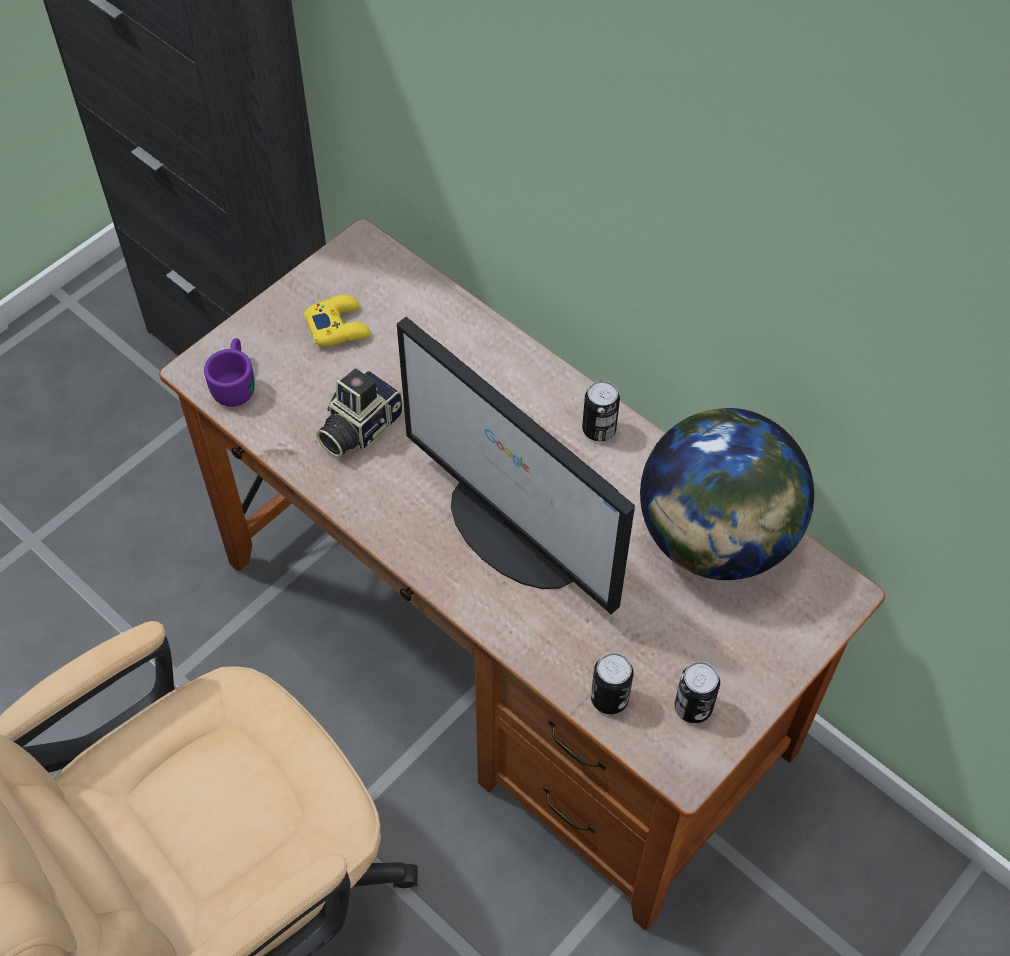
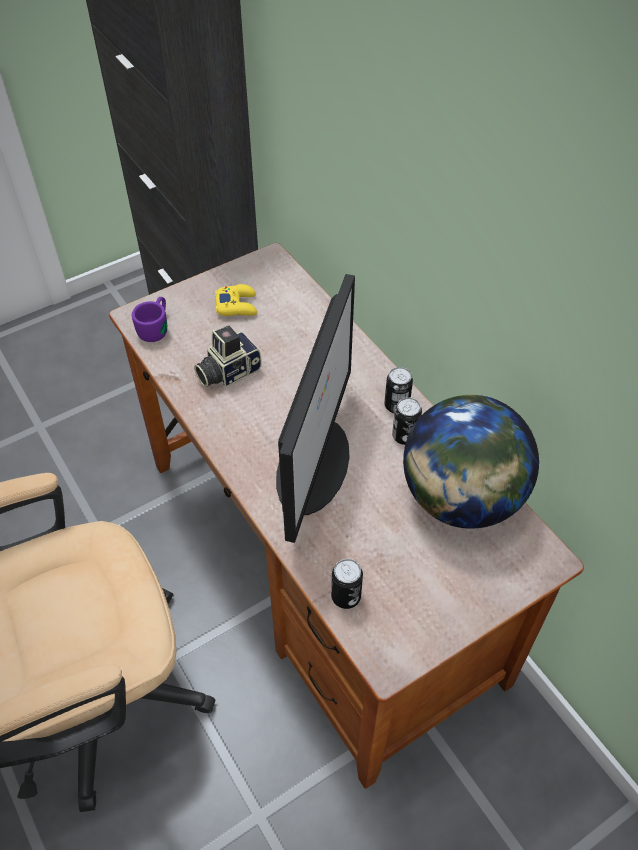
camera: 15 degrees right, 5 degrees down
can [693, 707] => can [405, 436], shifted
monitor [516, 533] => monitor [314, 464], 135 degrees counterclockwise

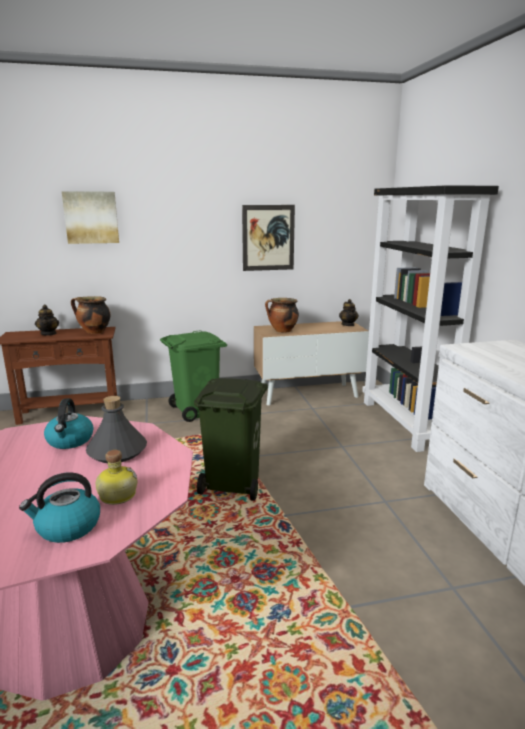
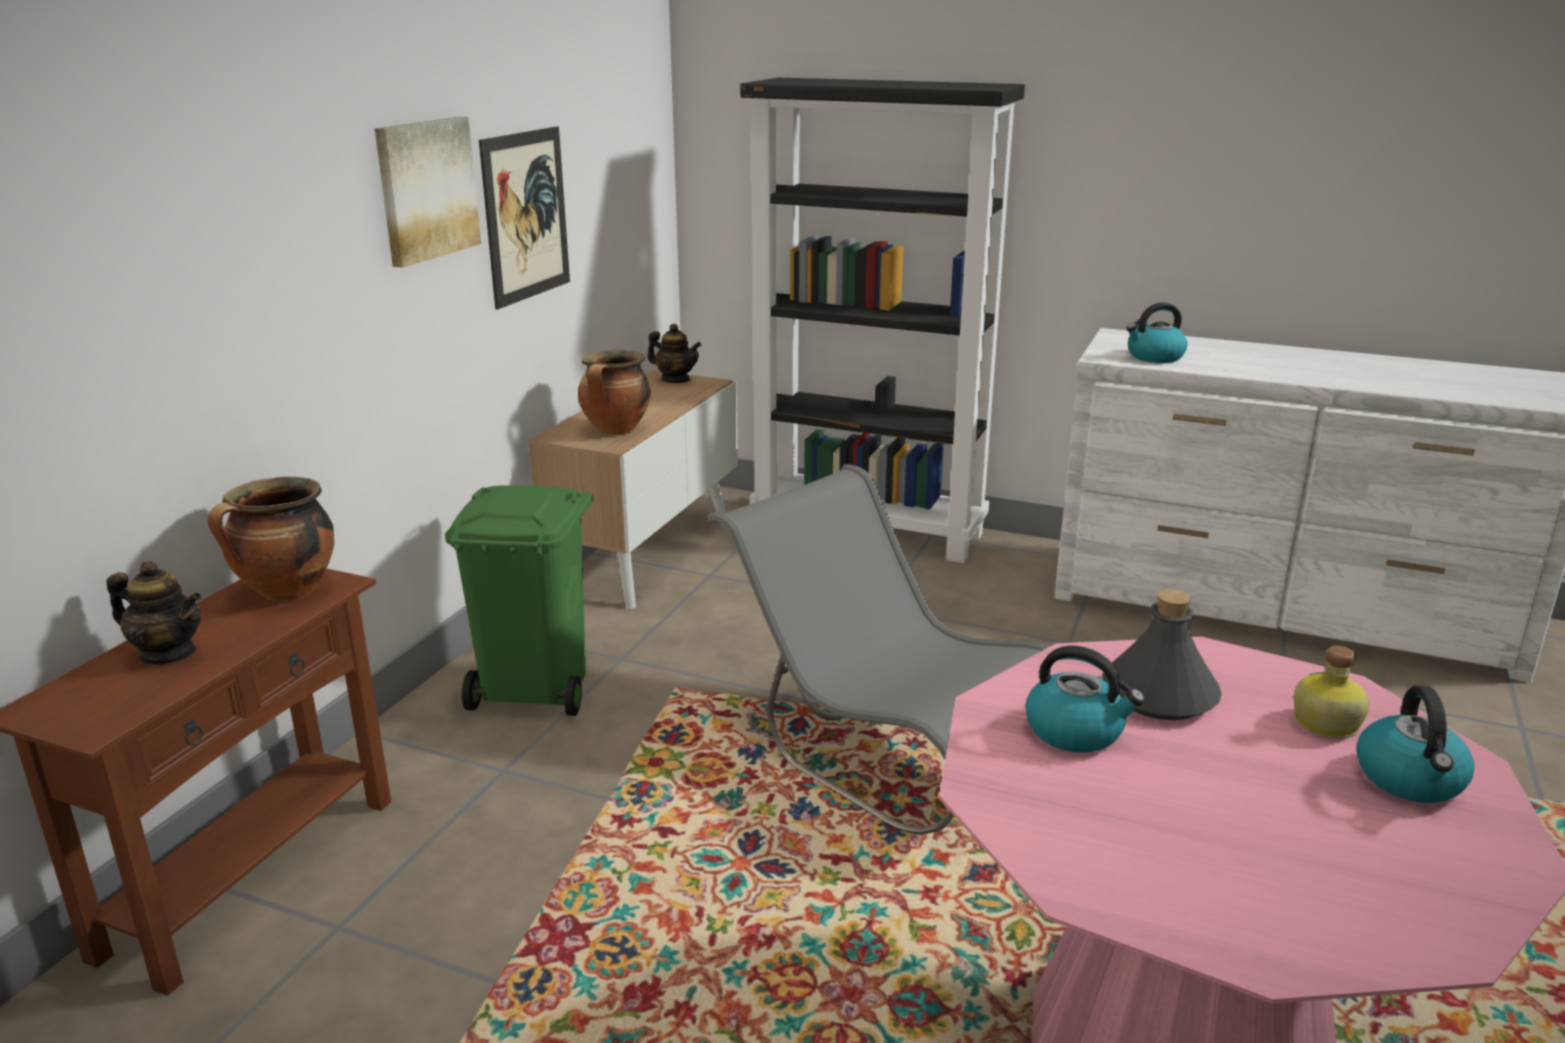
camera: 55 degrees left, 5 degrees up
nothing => kettle [1154, 357]
picture [91, 217] => picture [426, 189], shifted
trash can/green [234, 484] => chair/grey [891, 747]

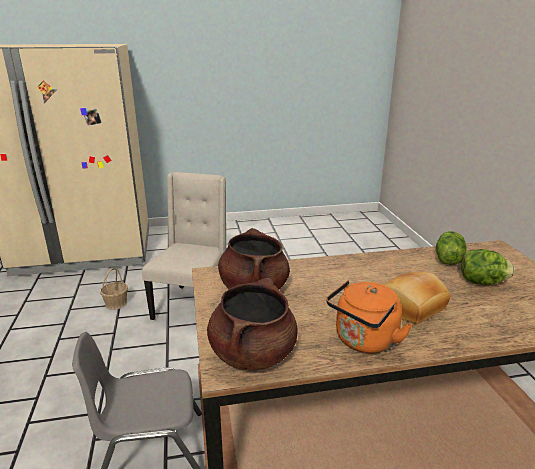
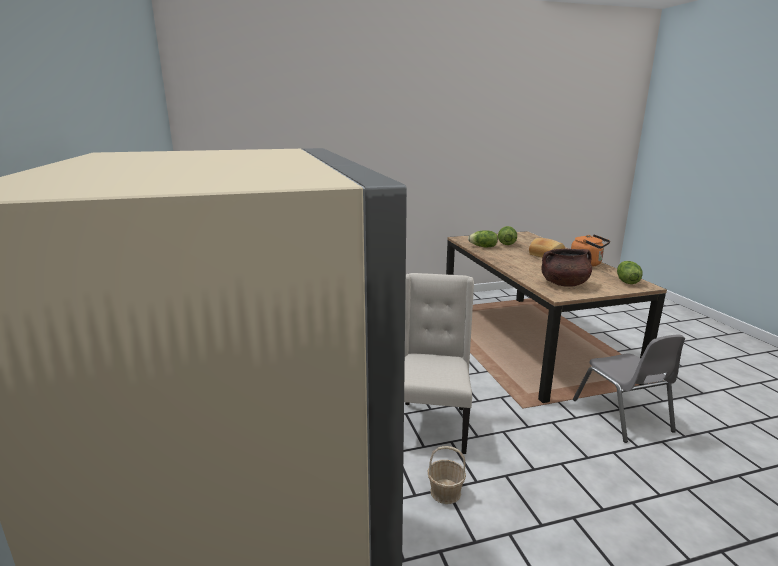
camera: 95 degrees left, 5 degrees down
cooking pot/brown [253, 353] => lettuce [626, 281]
chair/beige [193, 305] => chair/beige [431, 425], 90 degrees clockwise

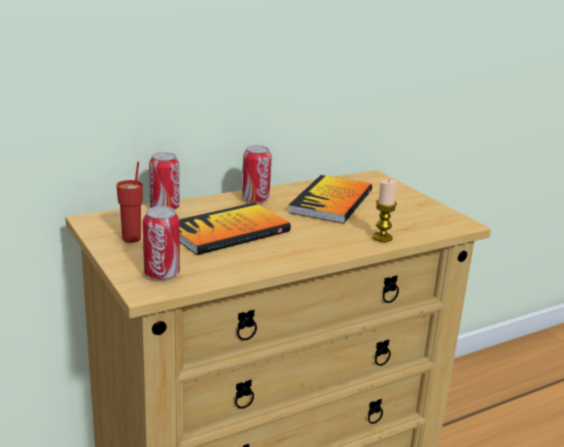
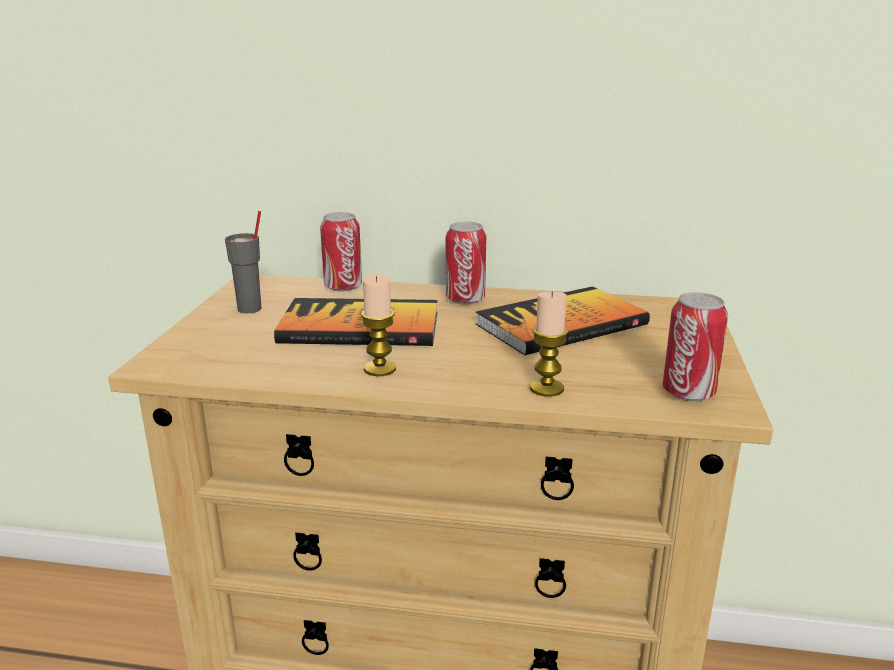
camera: 40 degrees right, 0 degrees up
nothing => candle [379, 369]
can [162, 274] => can [688, 393], shifted
cup/red [132, 238] => cup/grey [250, 309]

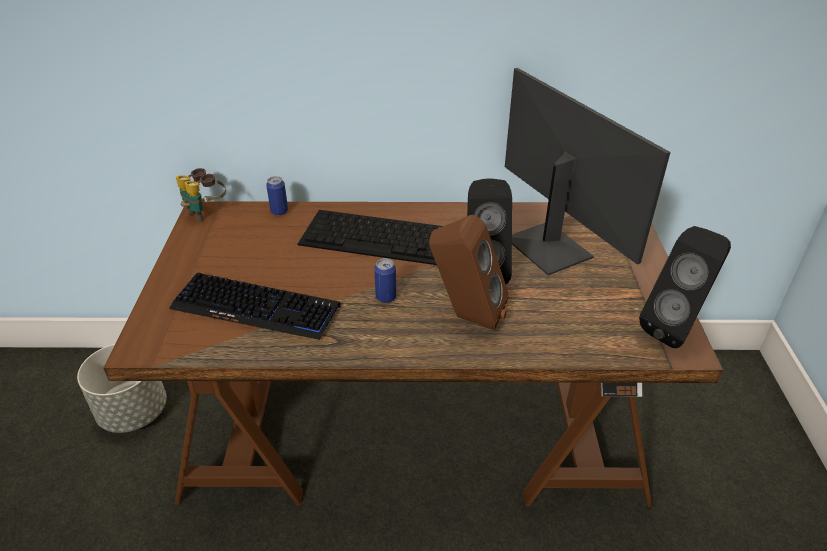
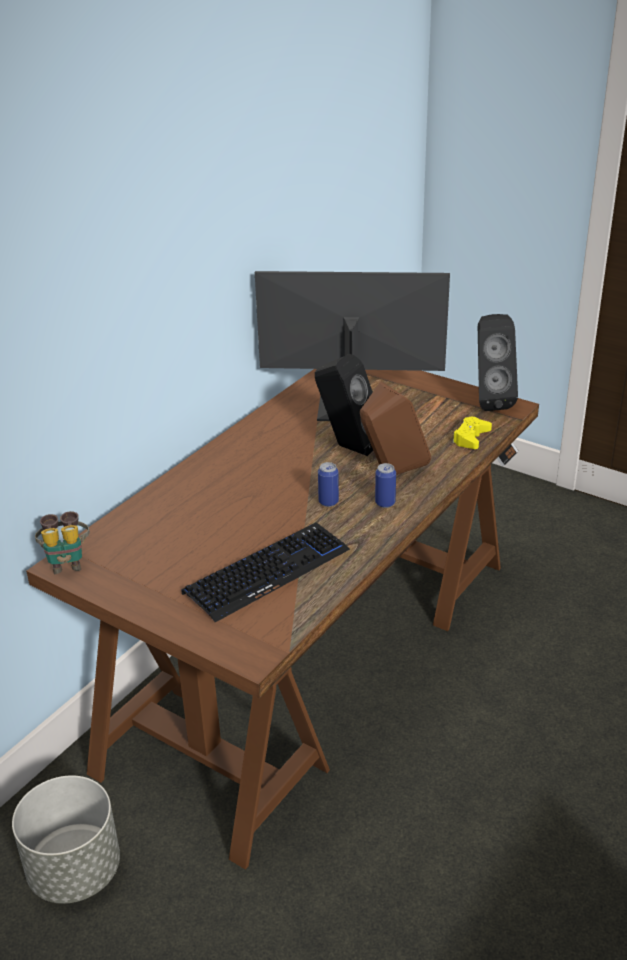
camera: 55 degrees left, 5 degrees down
keyboard [382, 237] => nothing
nothing => game controller/yellow [471, 438]
can [279, 211] => can [385, 503], shifted

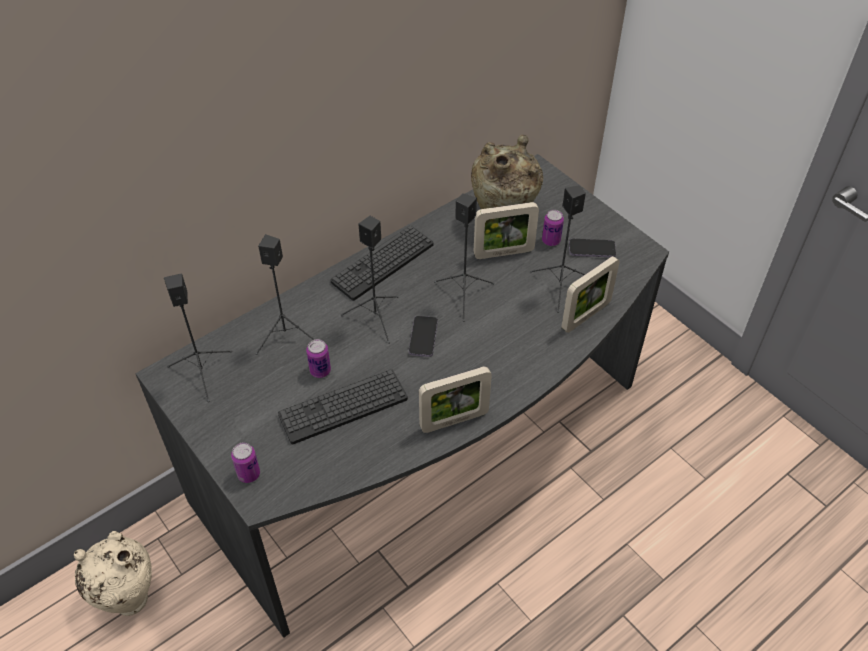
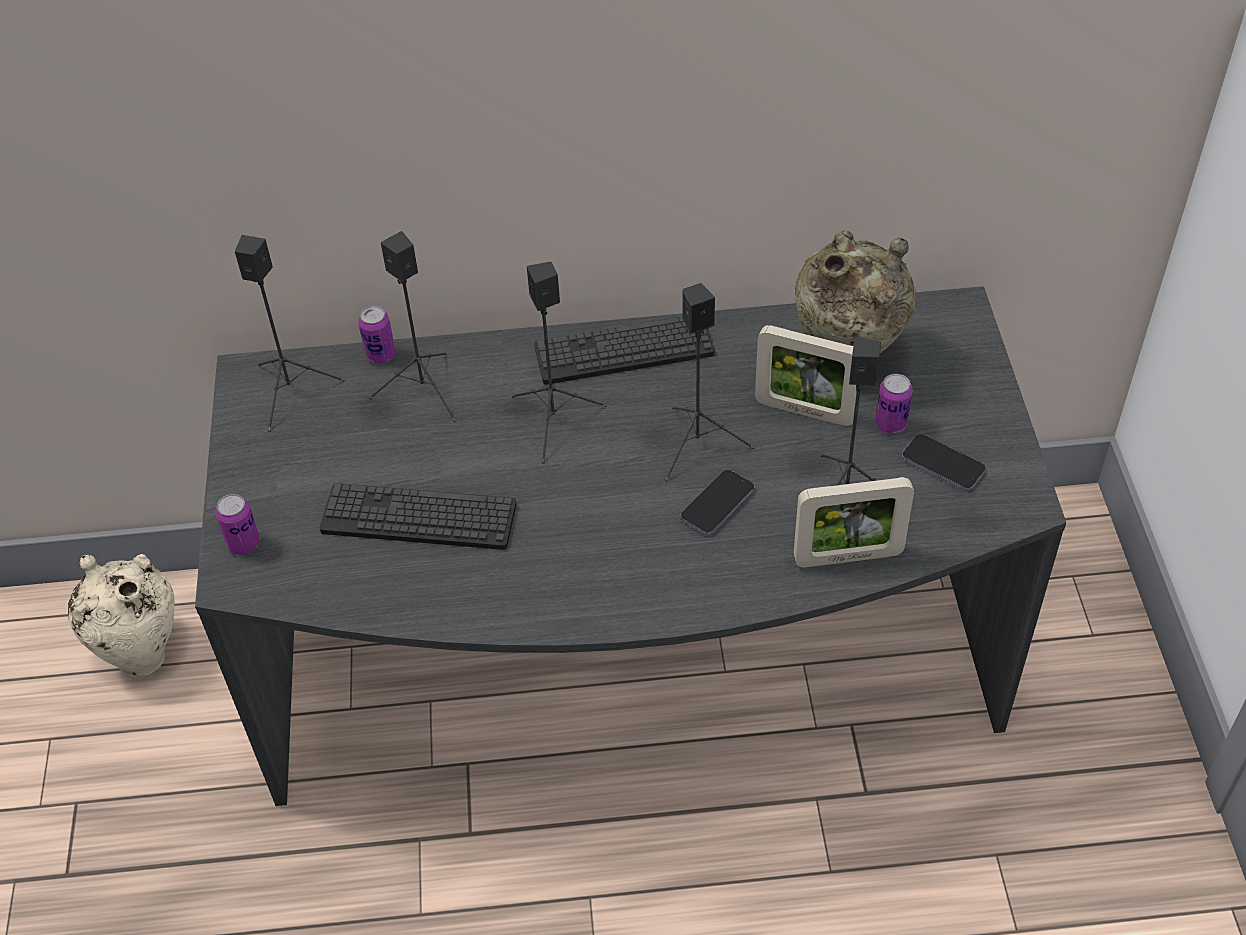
camera: 35 degrees right, 0 degrees up
picture frame [454, 421] => nothing
can [320, 371] => can [380, 355], shifted
phone [423, 337] => phone [717, 504], shifted

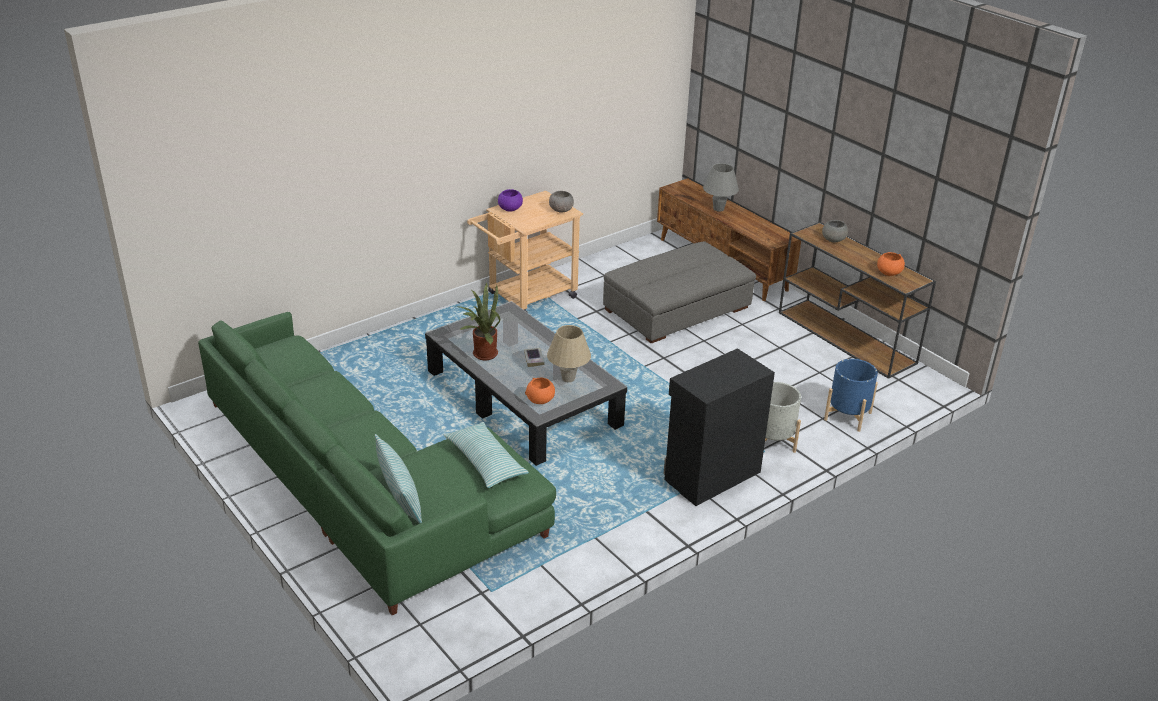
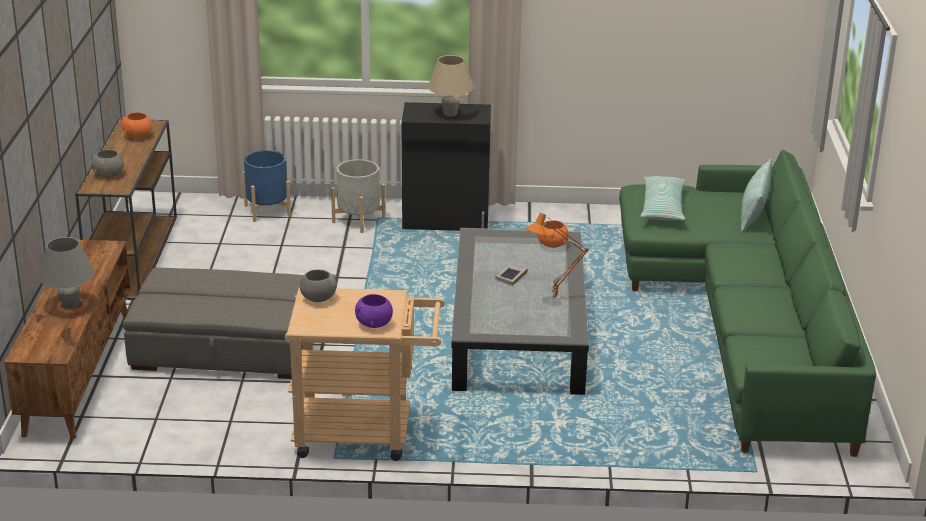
camera: 140 degrees left, 5 degrees down
table lamp/beige [568, 378] => table lamp/beige [450, 113], shifted
potted plant [482, 354] => table lamp/orange [555, 300]

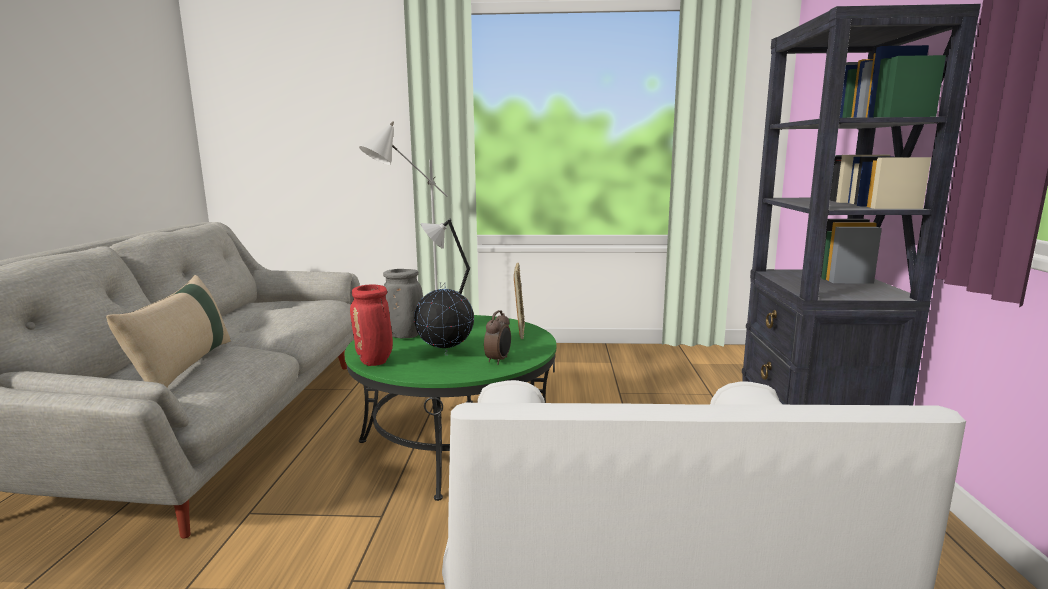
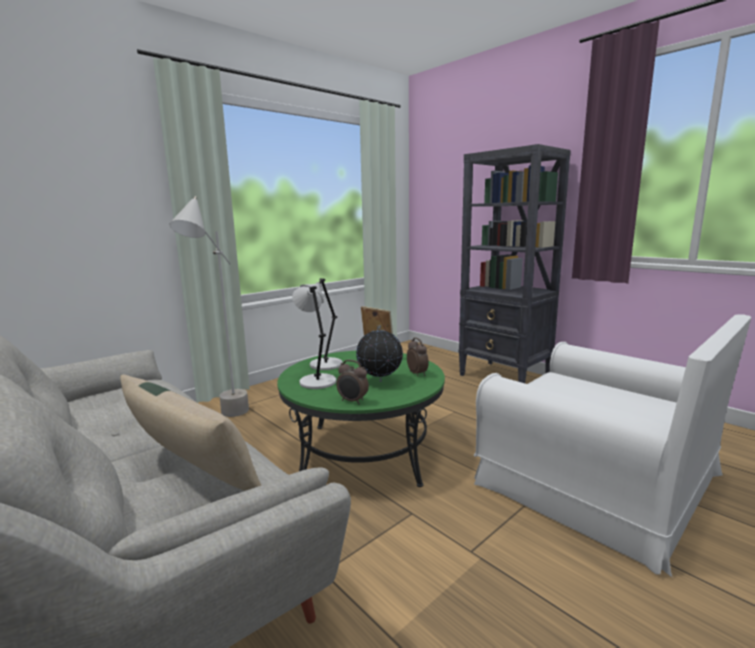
camera: 45 degrees left, 0 degrees up
vase/red [375, 362] => alarm clock [352, 401]
vase/grey [403, 336] => table lamp/grey [316, 381]

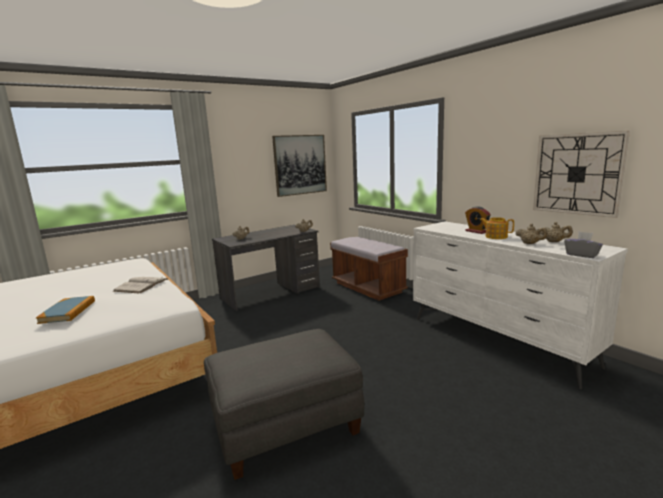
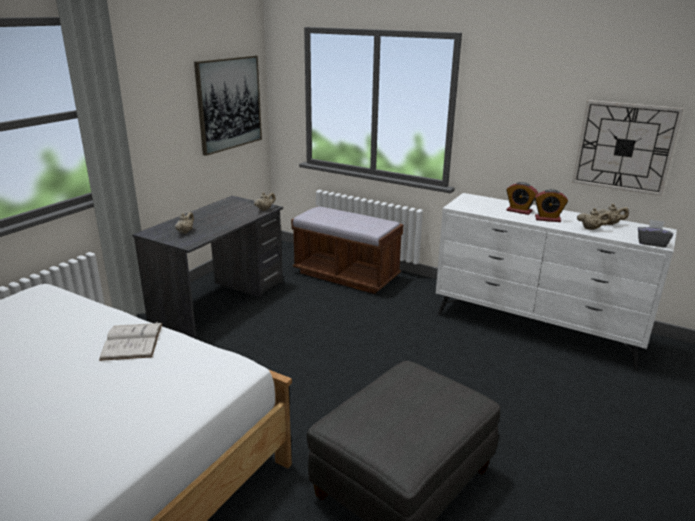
camera: 25 degrees left, 10 degrees up
book [68, 311] => nothing
teapot [495, 236] => alarm clock [547, 219]

